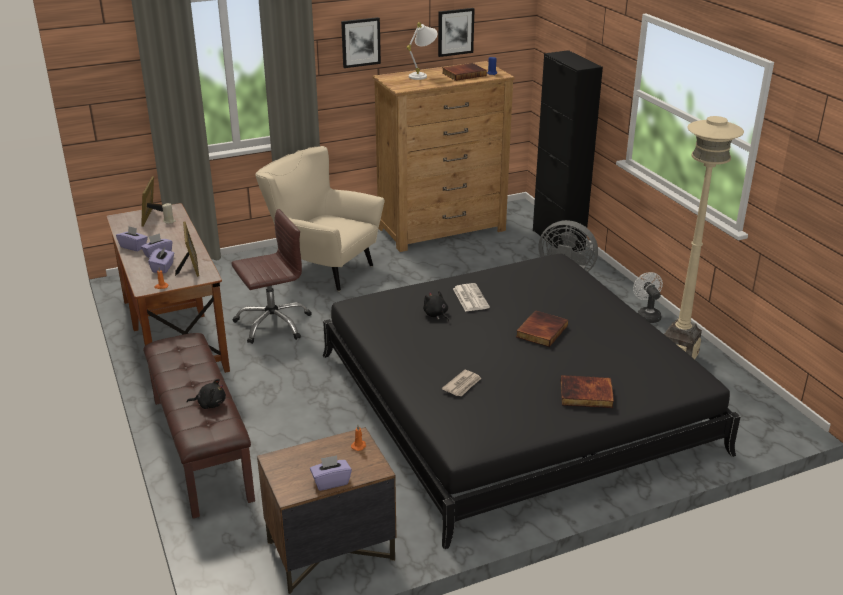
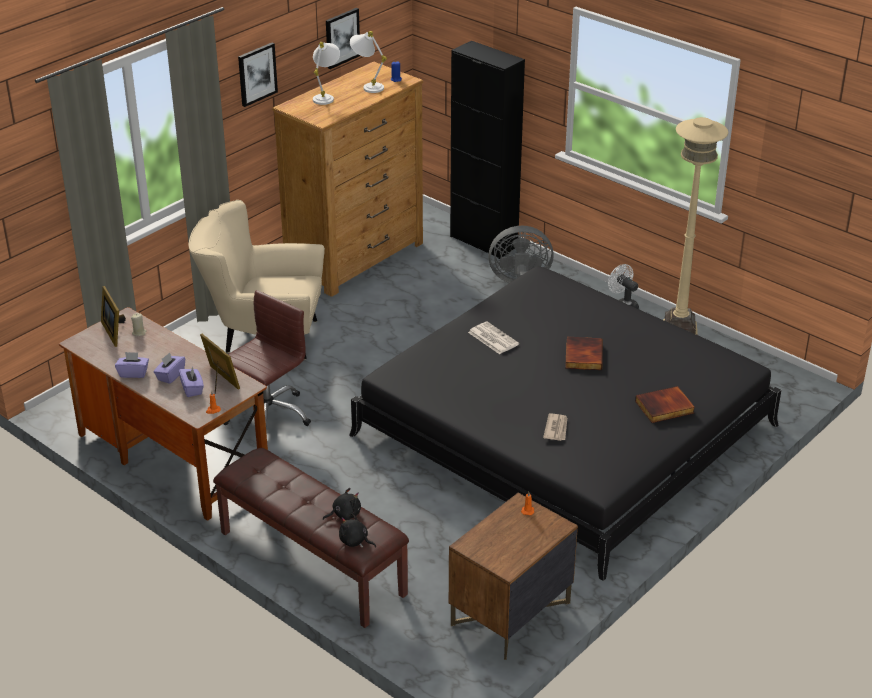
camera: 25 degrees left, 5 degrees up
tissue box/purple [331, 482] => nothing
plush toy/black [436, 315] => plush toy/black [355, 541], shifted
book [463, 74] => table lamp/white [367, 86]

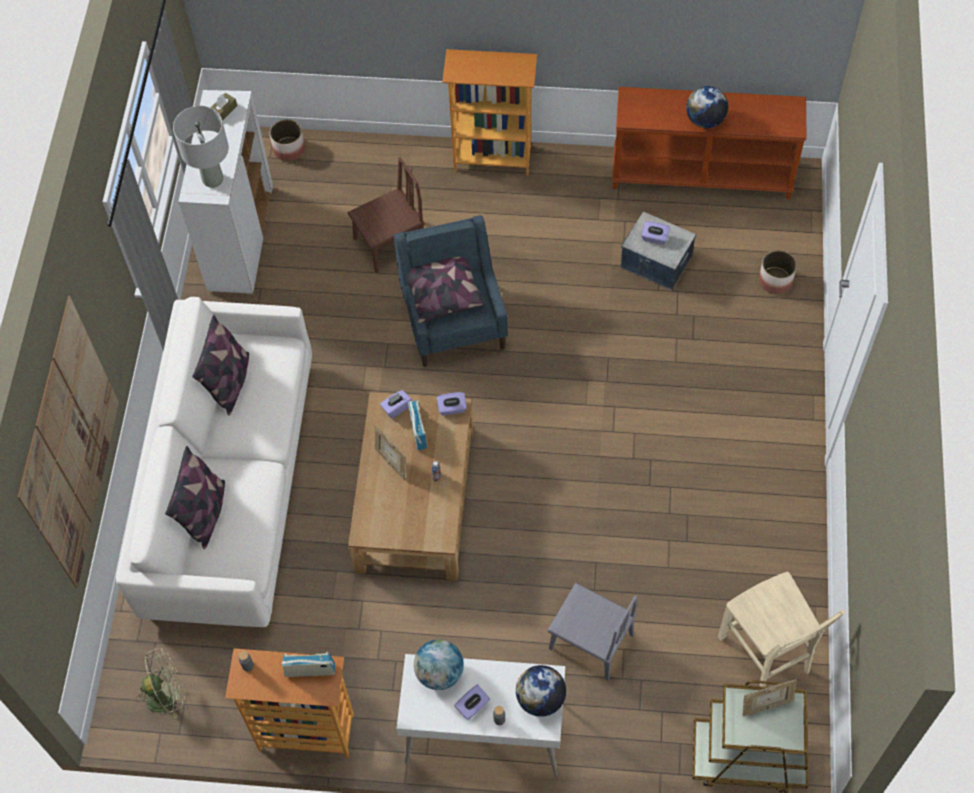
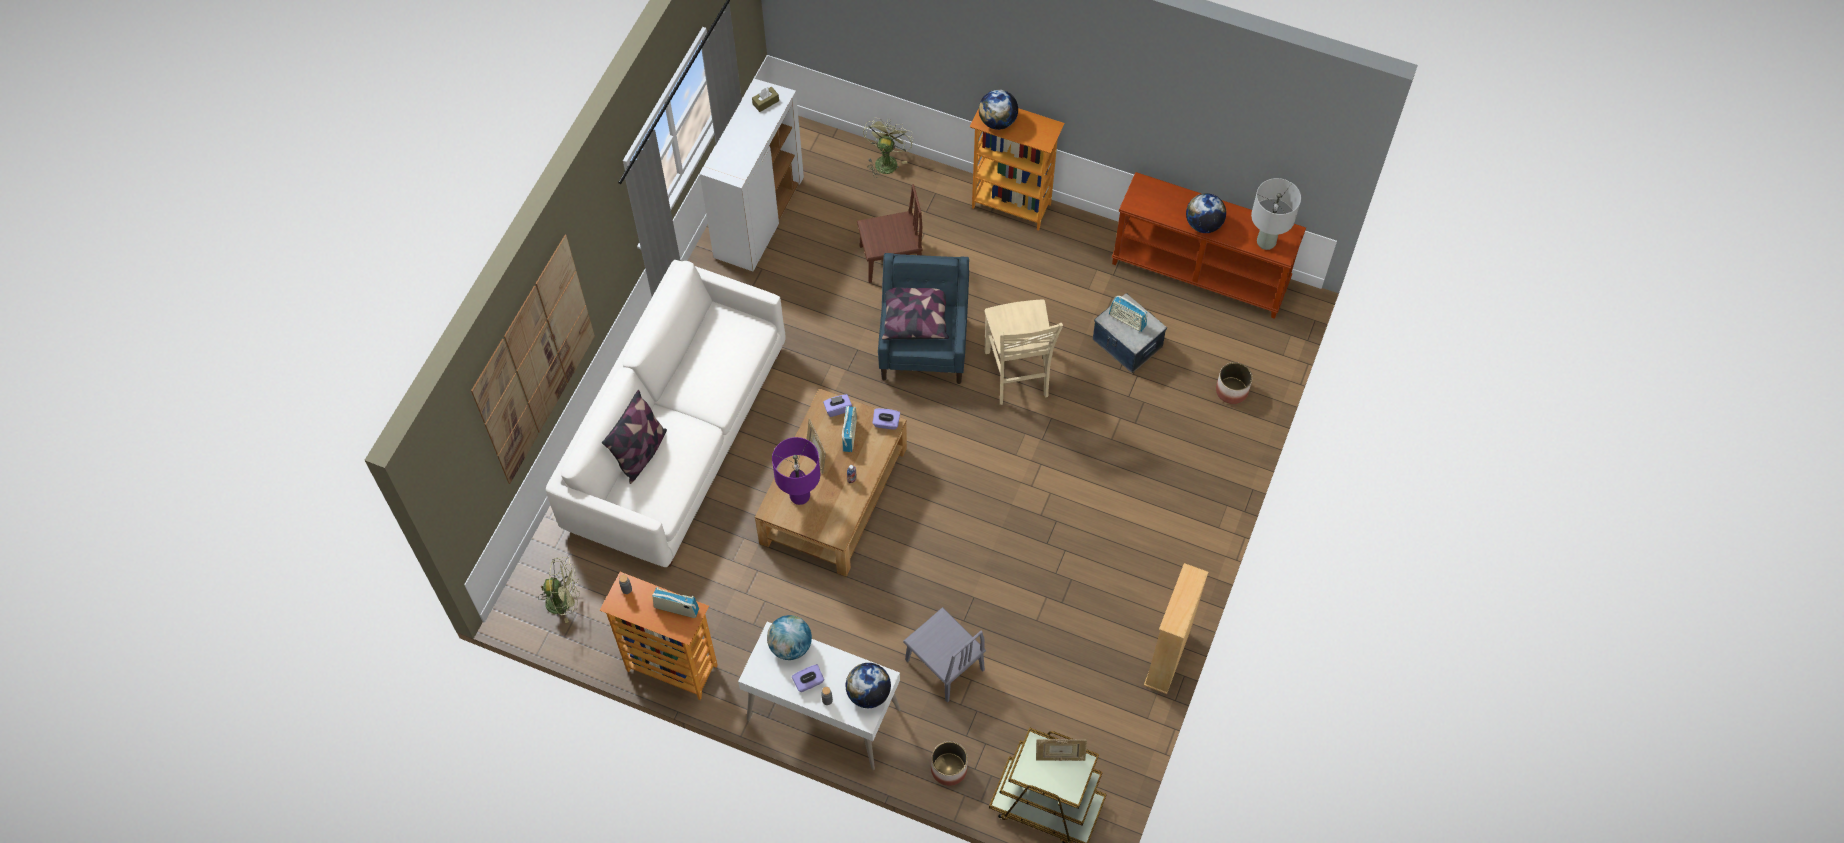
camera: 15 degrees right, 0 degrees up
pillow [229, 382] => nothing
nothing => table lamp/purple [799, 496]
nothing => fan/green [886, 160]
nothing => globe [997, 122]
nothing => bookcase/beige [1167, 658]
table lamp/grey [213, 179] => table lamp/grey [1266, 242], shifted
planter [289, 149] => planter [949, 769], shifted
chair/beige [765, 655] => chair/beige [1017, 375], shifted
tissue box/purple [654, 238] => radio [1127, 320]

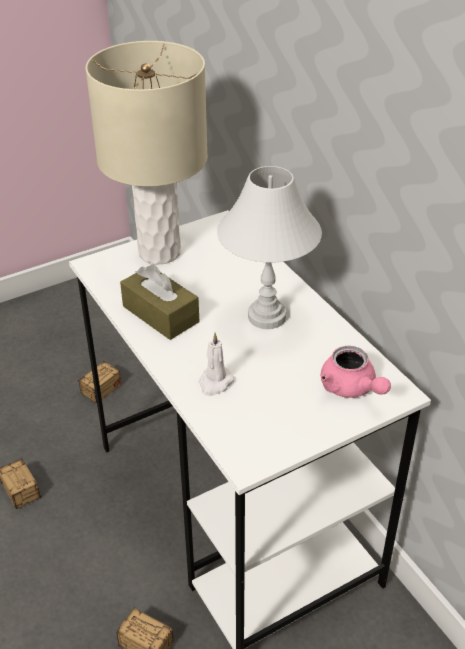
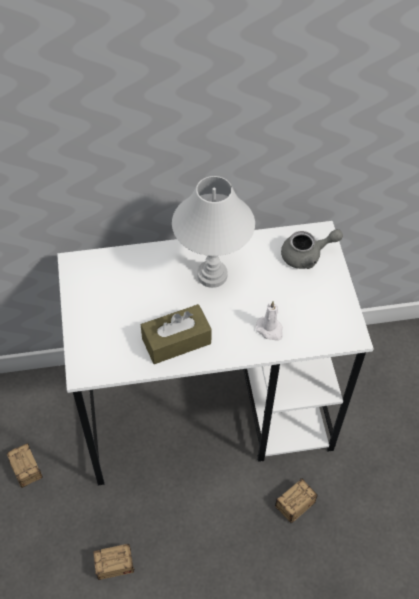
camera: 70 degrees left, 15 degrees up
table lamp/beige [159, 252] => nothing
teapot/pink [351, 388] => teapot/grey [307, 256]

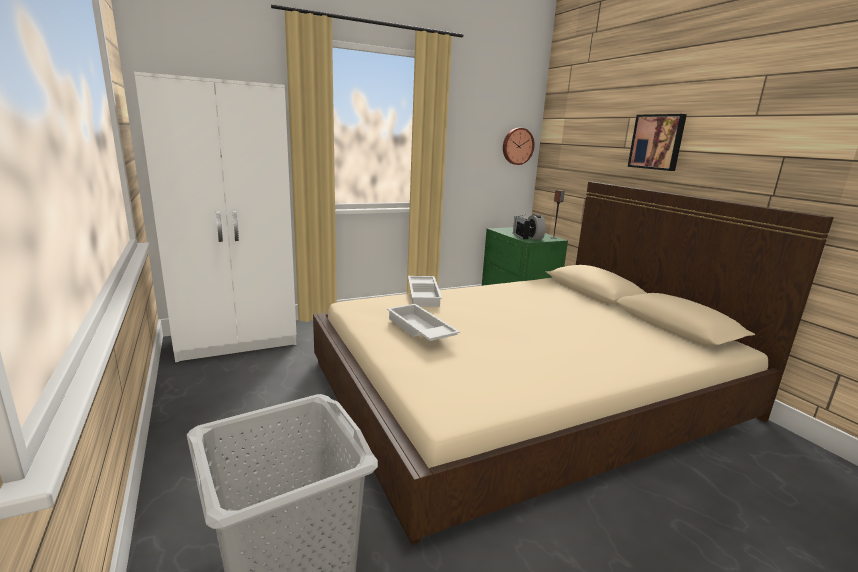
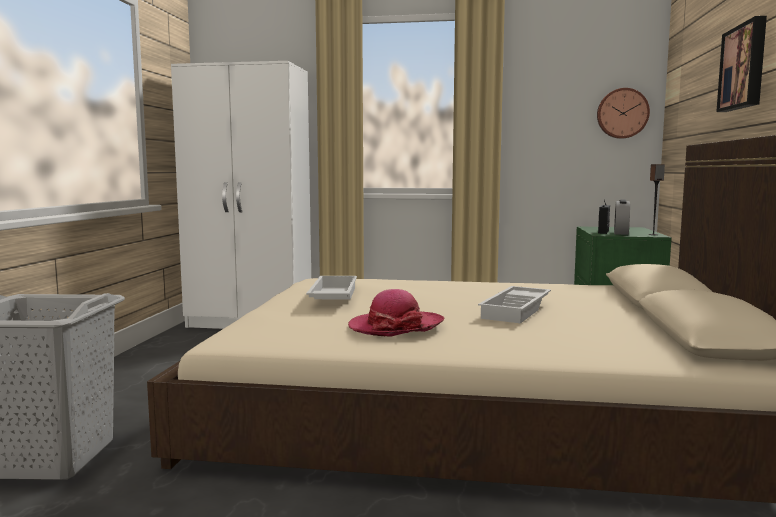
camera: 35 degrees right, 10 degrees down
nothing => hat [396, 327]
tray/white [424, 295] => tray/white [517, 310], shifted

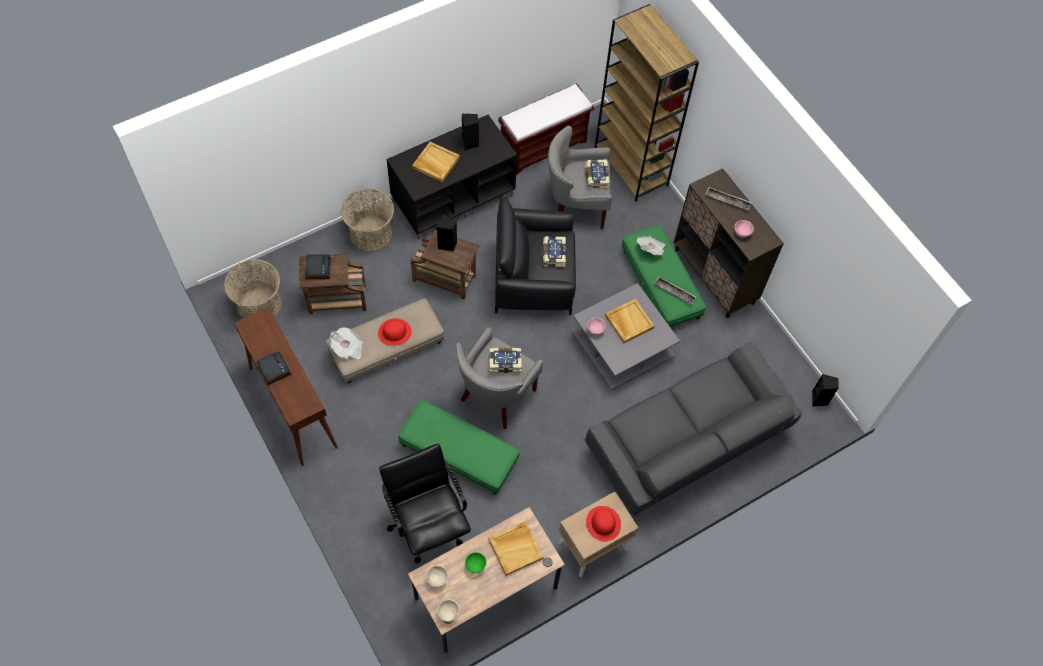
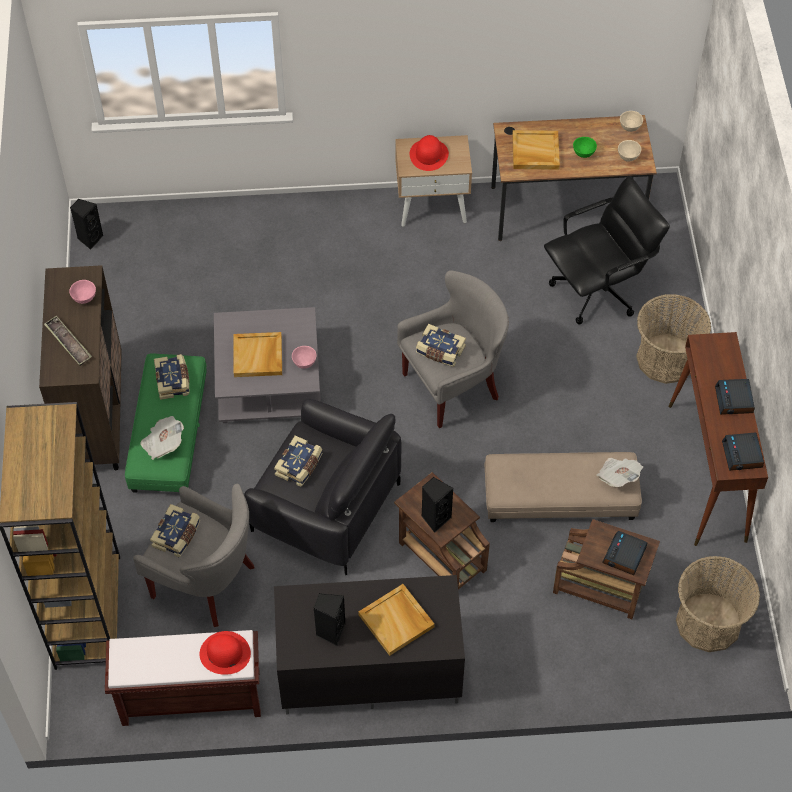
camera: 150 degrees left, 5 degrees down
ottoman/green [459, 453] => nothing
sofa/grey [686, 442] => nothing
nothing => alarm clock [742, 455]
basket [371, 234] => basket [666, 359], shifted
hat/red [394, 332] => hat/red [224, 653], shifted
tray [674, 292] => book [173, 381]
office chair/black [427, 524] => office chair/black [597, 290], 120 degrees counterclockwise

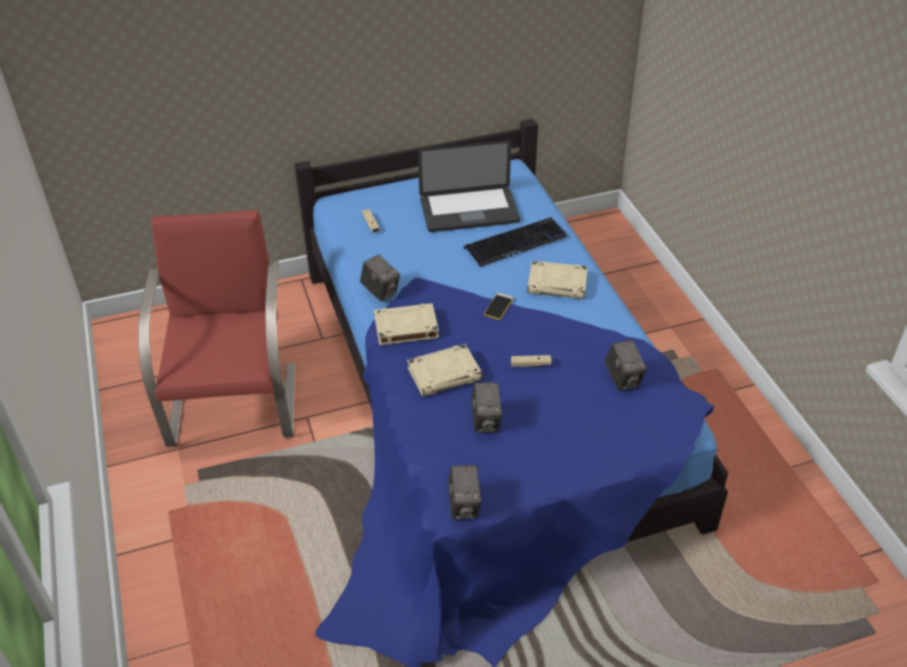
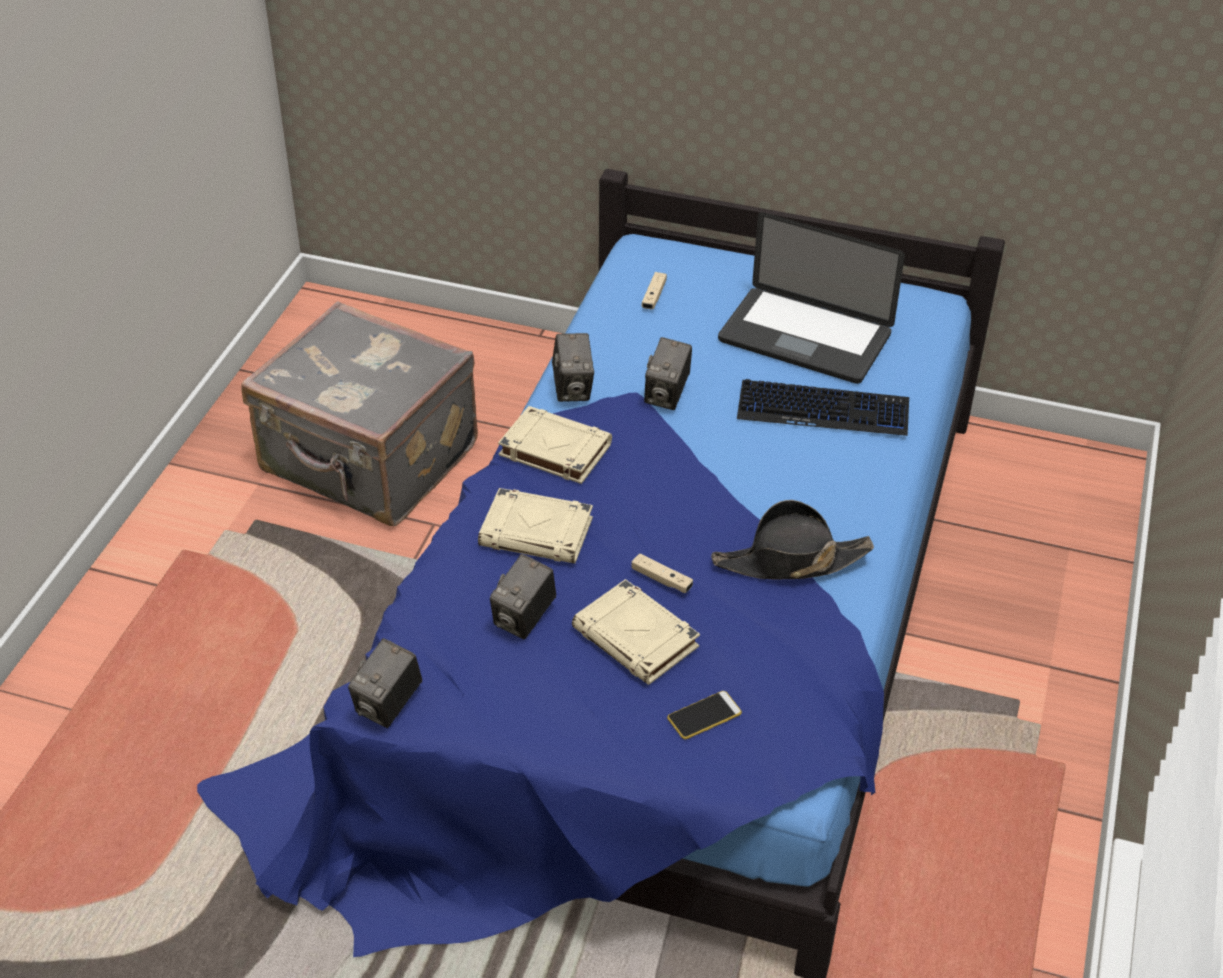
camera: 35 degrees right, 0 degrees up
nothing => hat/black [791, 561]
phone [498, 306] => phone [704, 715], shifted
book/beige [558, 284] => book/beige [637, 639], shifted
photo camera [623, 379] => photo camera [667, 395], shifted
chair/red [234, 402] => suitcase/grey [368, 462]

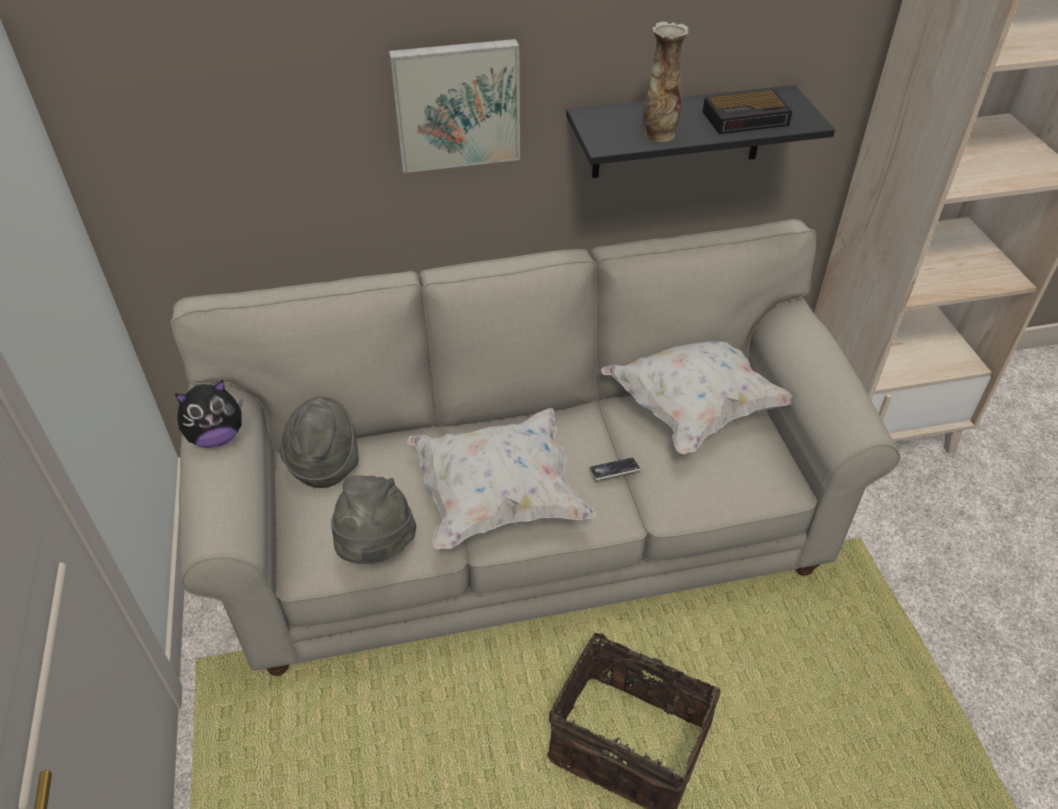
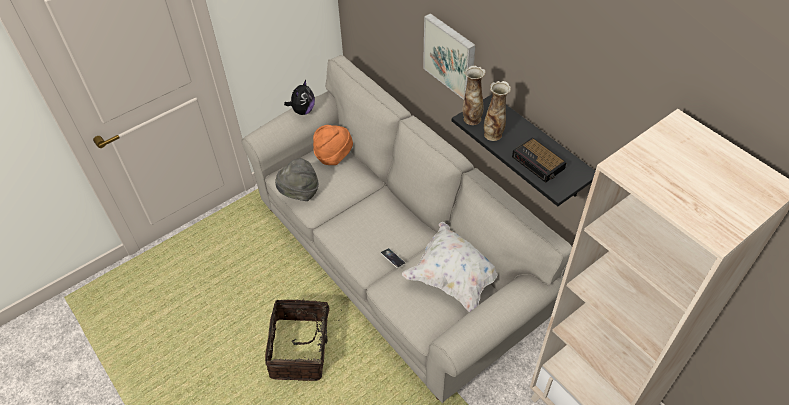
camera: 65 degrees right, 5 degrees up
pillow/white [498, 498] => nothing
nothing => vase [471, 119]
hat/grey [325, 464] => hat/orange [334, 156]
plush toy [217, 437] => plush toy [303, 110], 105 degrees counterclockwise

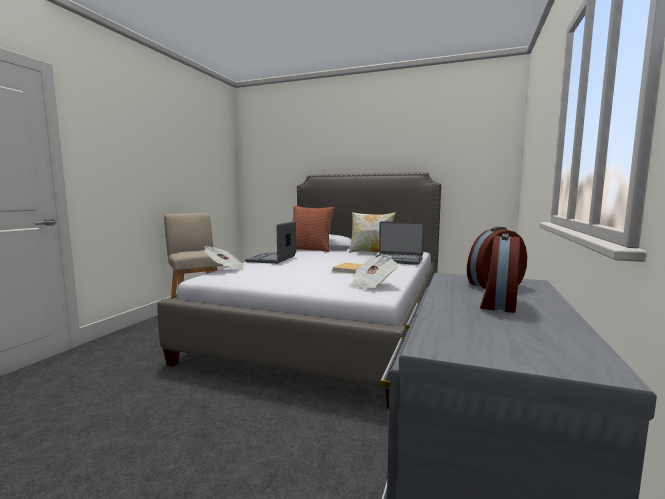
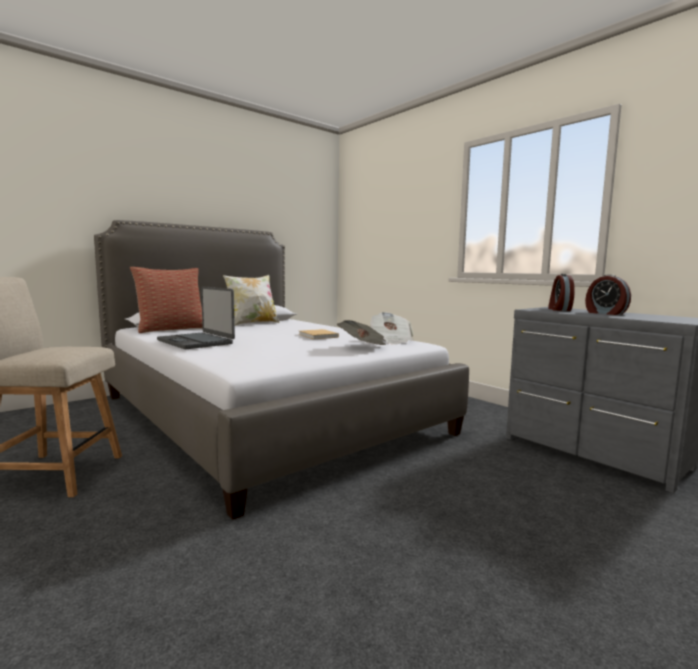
camera: 60 degrees left, 0 degrees up
laptop [397, 260] => nothing
newspaper [225, 269] => newspaper [363, 347], shifted

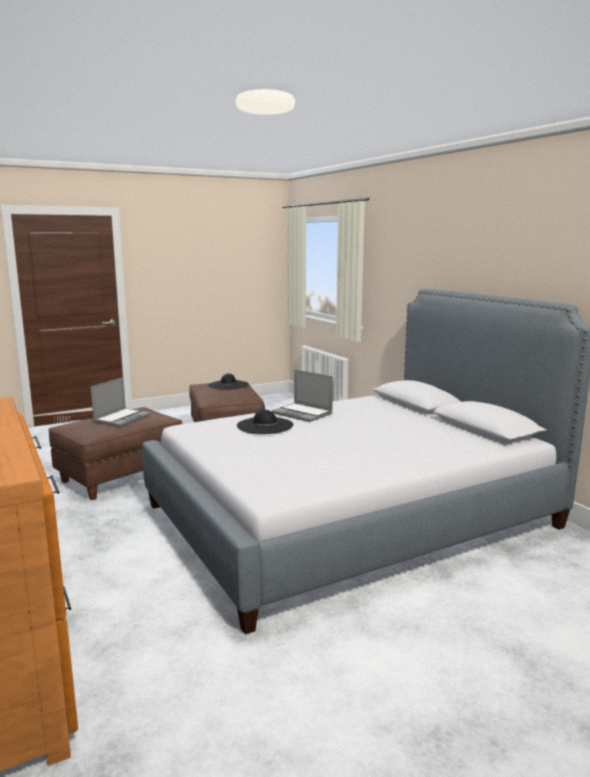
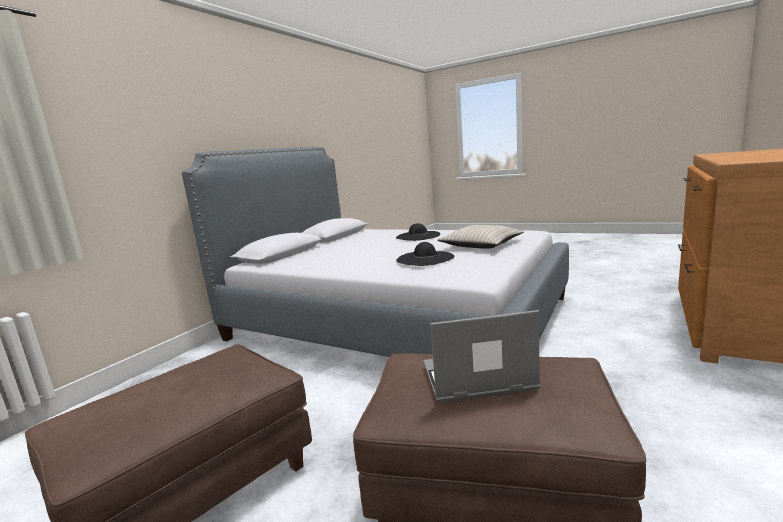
camera: 120 degrees left, 0 degrees up
laptop [303, 413] => nothing
nothing => pillow/beige [481, 245]
hat/black [228, 385] => hat/black [418, 236], shifted

